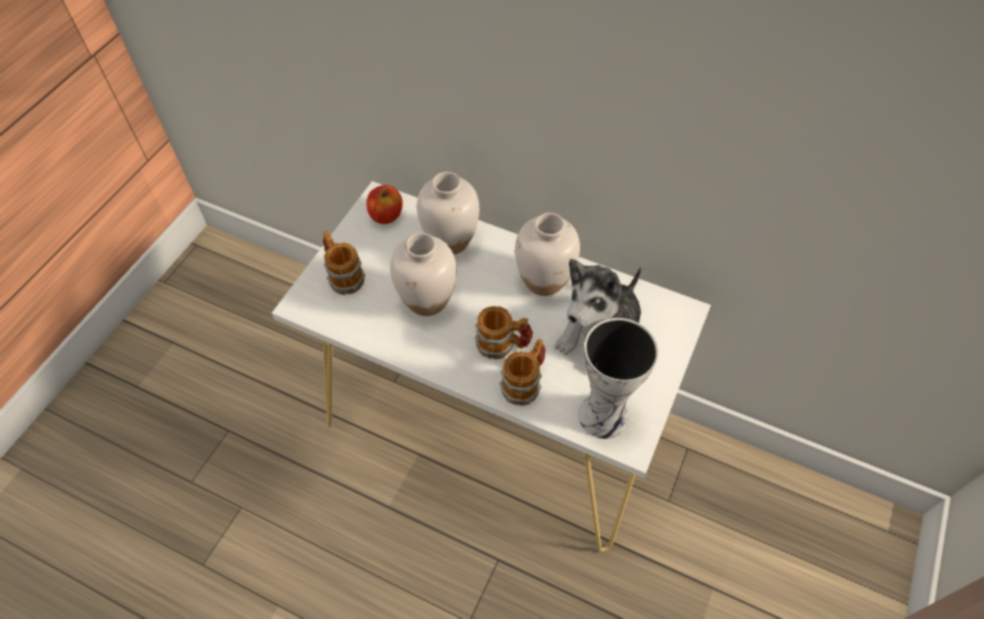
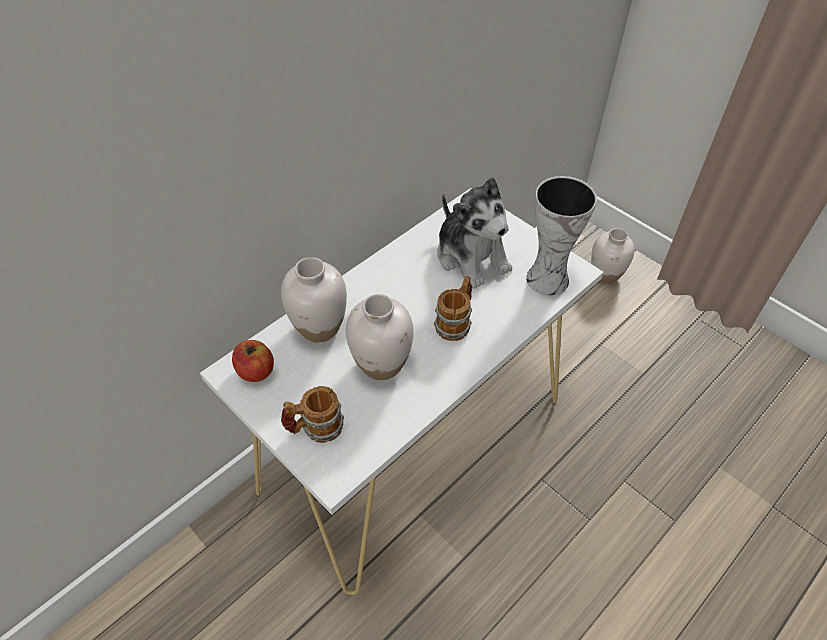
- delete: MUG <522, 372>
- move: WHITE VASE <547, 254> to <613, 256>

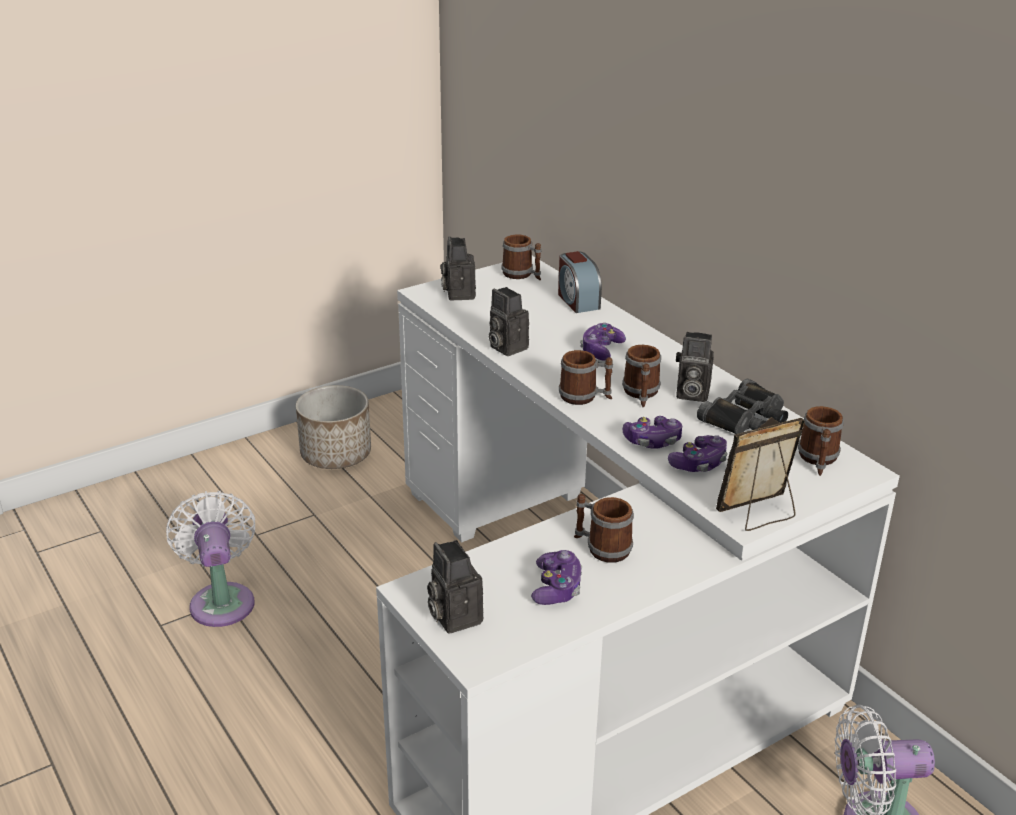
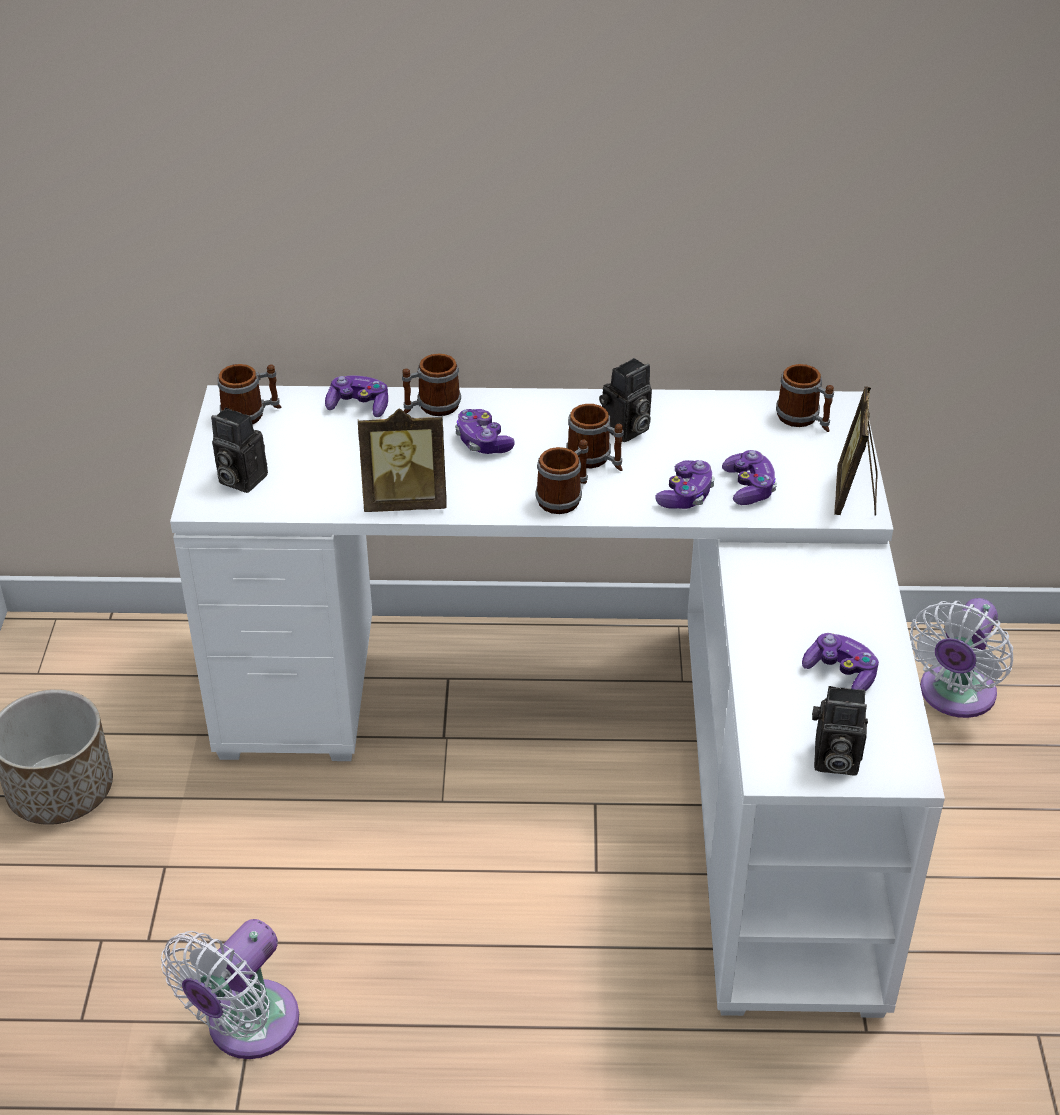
- rotate: WHITE FAN <210, 559> = <230, 989> 75 degrees counterclockwise
- replace: PHOTO CAMERA <509, 321> to PICTURE FRAME <402, 460>
- replace: ALARM CLOCK <580, 282> to GAME CONTROLLER <356, 396>
- move: MUG <604, 528> to <431, 385>
- delete: BLACK BINOCULARS <742, 406>

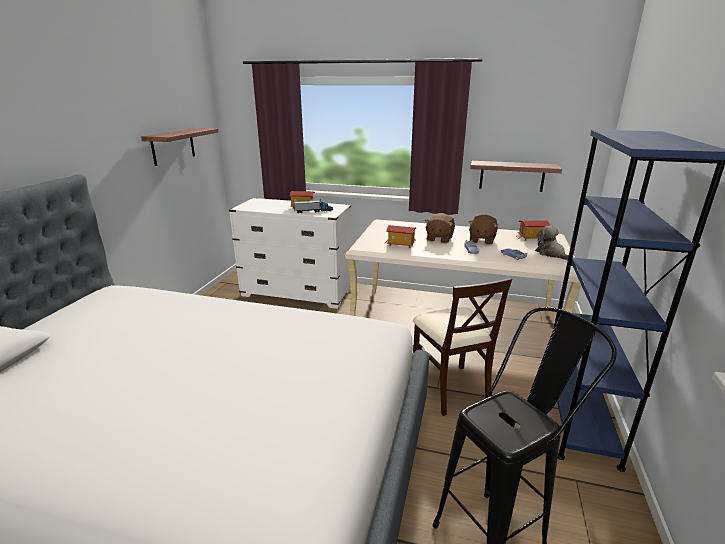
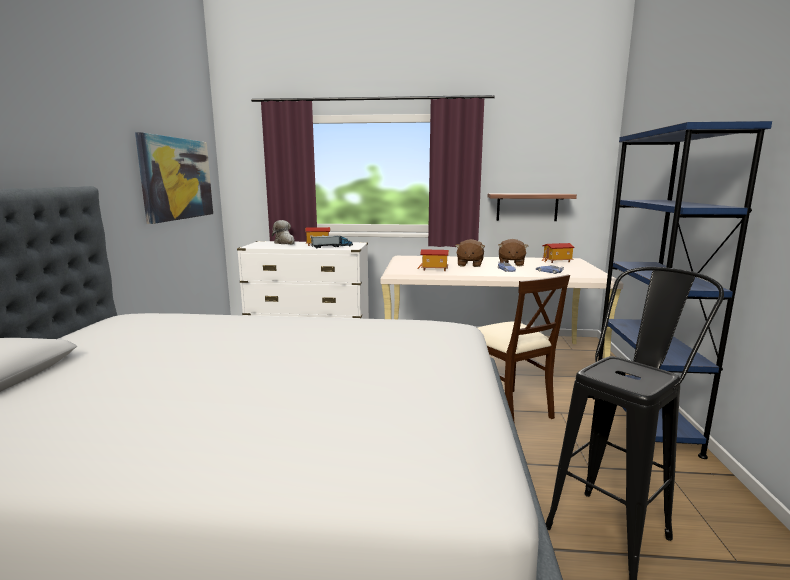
- replace: SHELF <179, 147> to PICTURE <174, 178>
- move: PLUSH TOY <552, 243> to <283, 232>

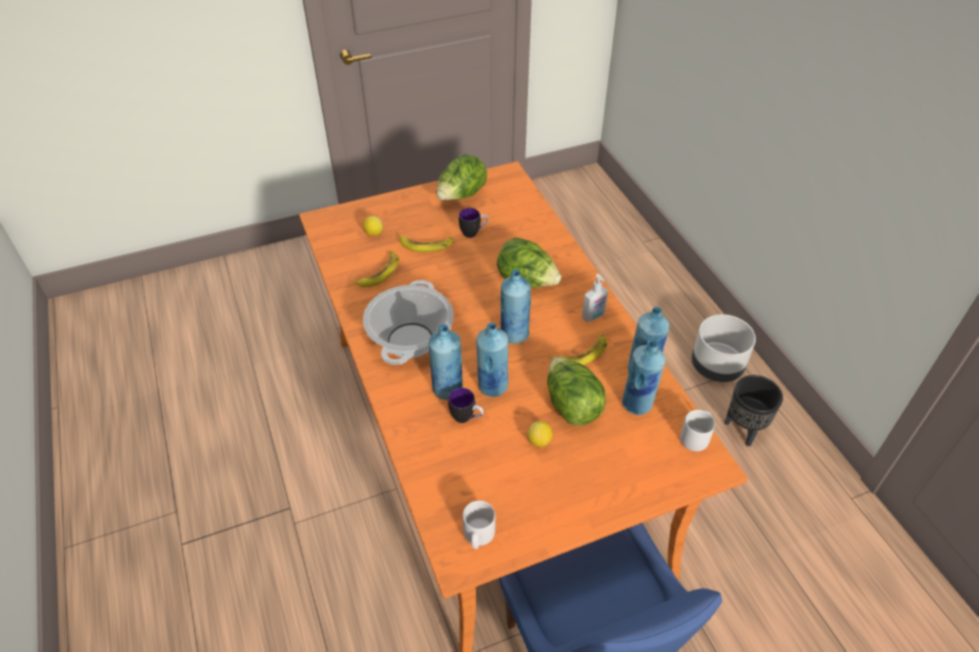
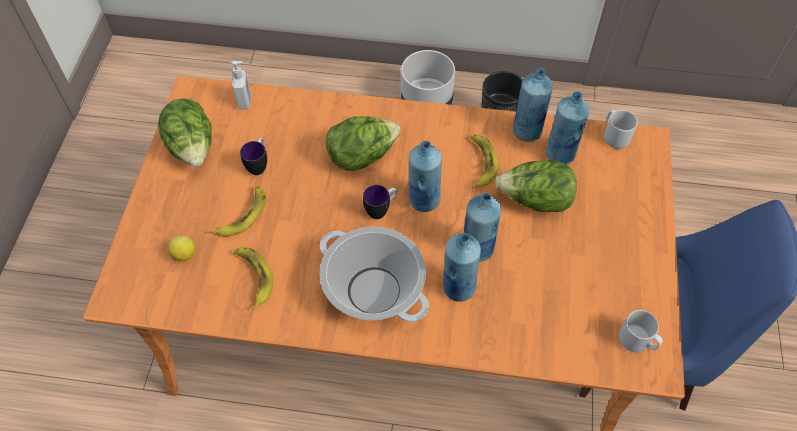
- move: MUG <466, 405> to <380, 202>
- delete: LEMON <540, 434>
- move: SOAP DISPENSER <595, 298> to <241, 85>

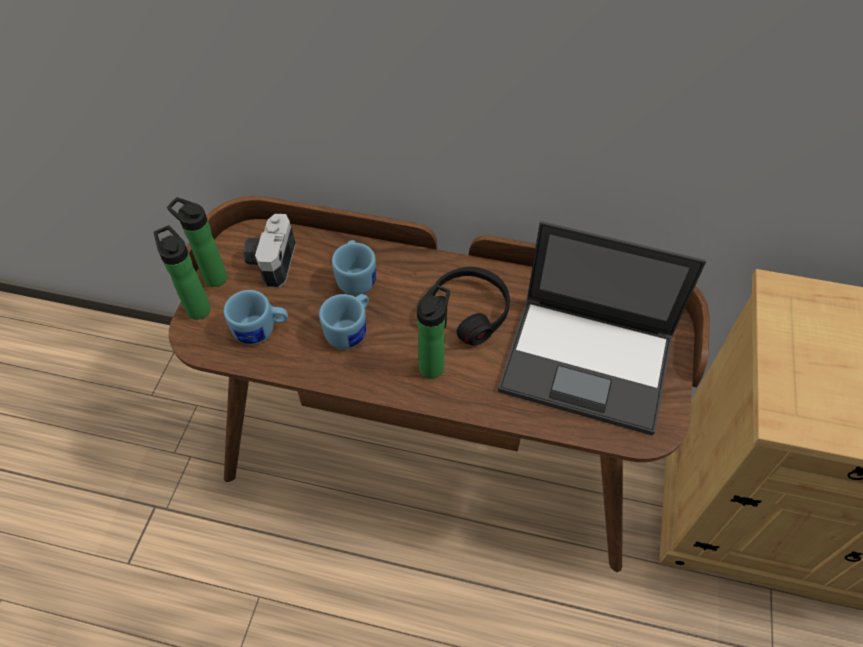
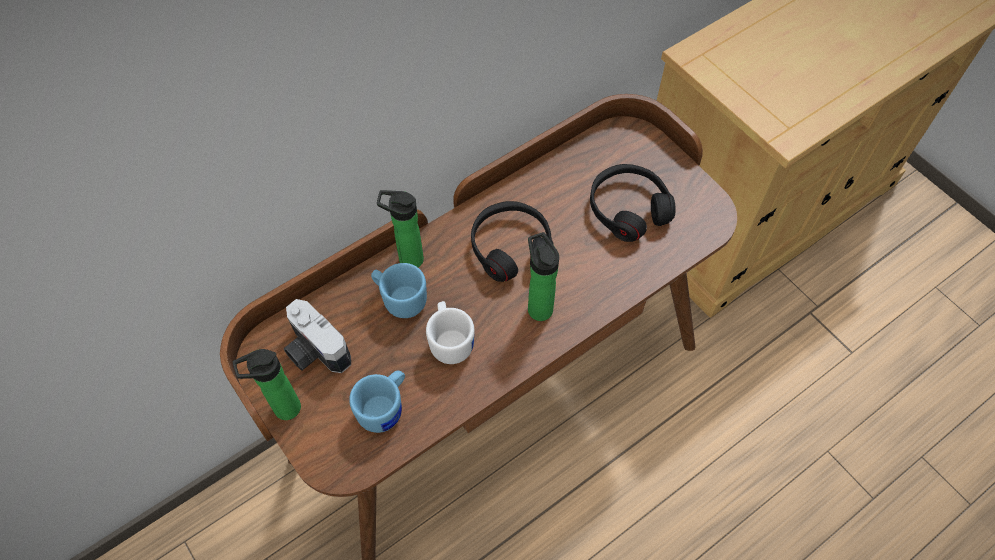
- move: BOTTLE <182, 272> to <400, 229>
- recolor: BLUE MUG <344, 321> to WHITE MUG <450, 332>
- replace: LAPTOP <602, 328> to BLACK HEADPHONES <633, 203>

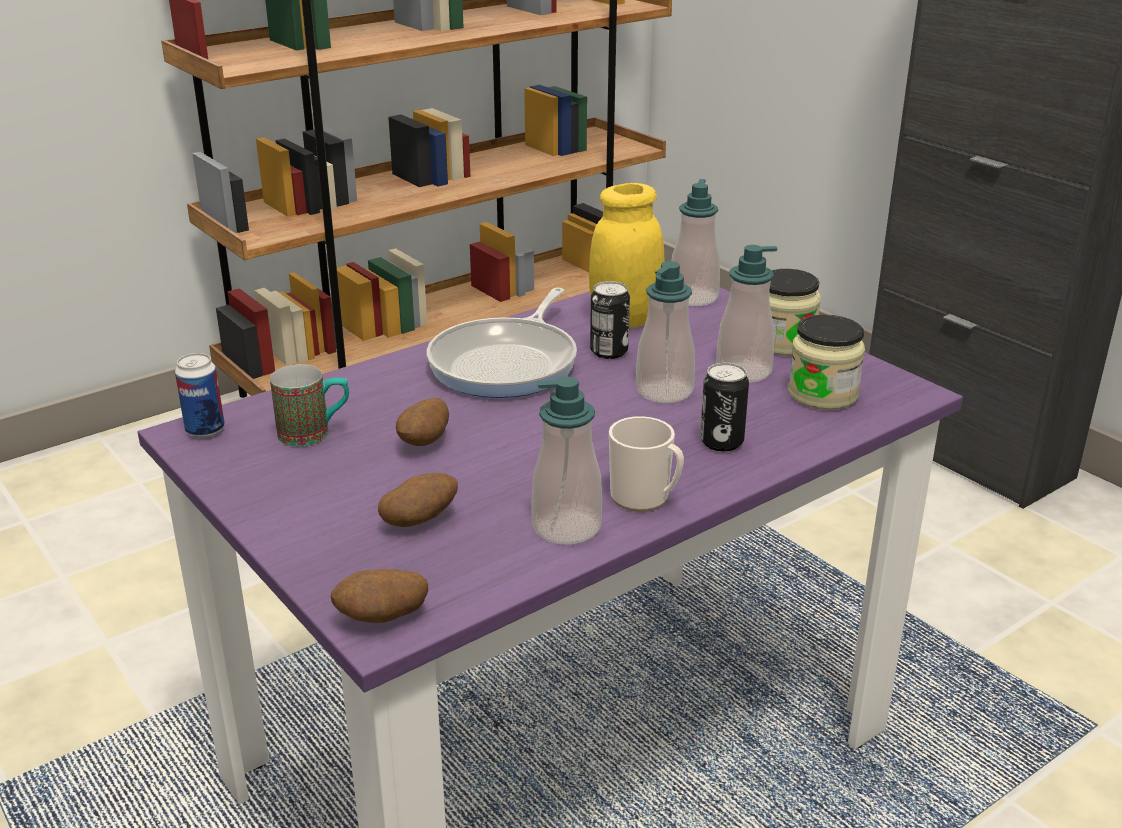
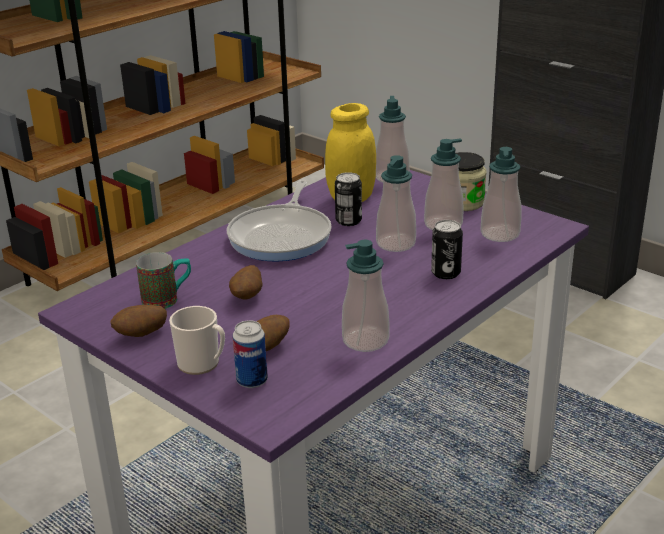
- move: CAN <200, 395> to <250, 354>
- move: POTATO <379, 596> to <138, 321>
- move: MUG <646, 464> to <197, 340>
- replace: JAR <826, 362> to SOAP DISPENSER <500, 194>

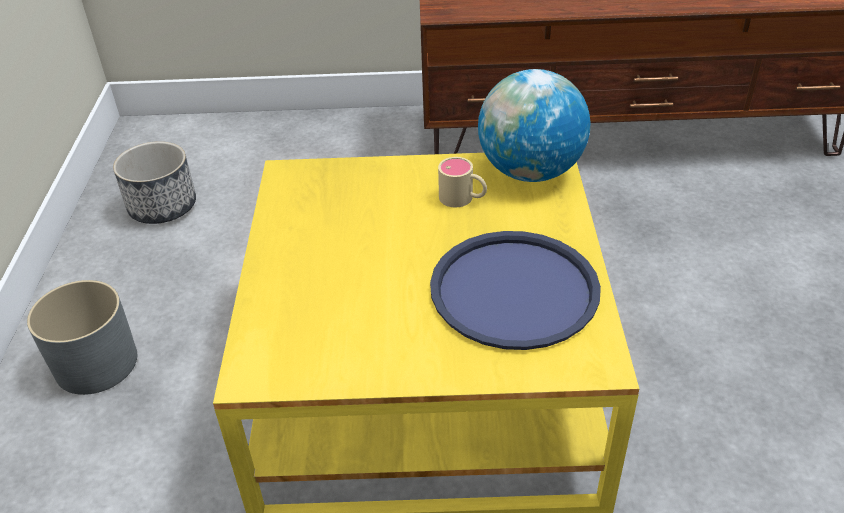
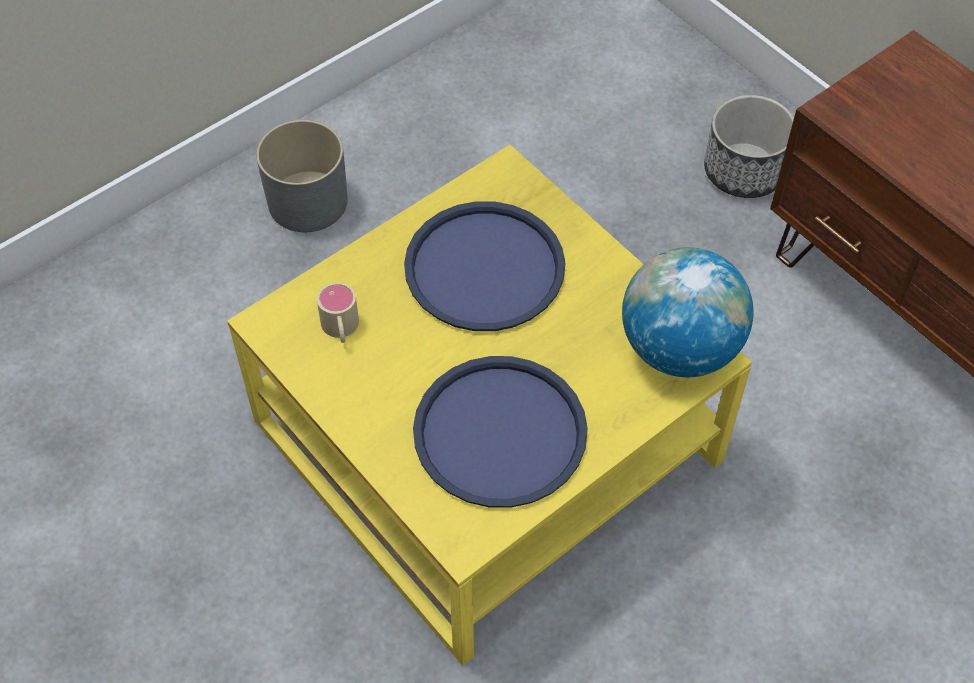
- move: PLANTER <154, 182> to <749, 146>
- move: BEIGE MUG <462, 182> to <338, 312>
- insert: BLUE TRAY <484, 266>

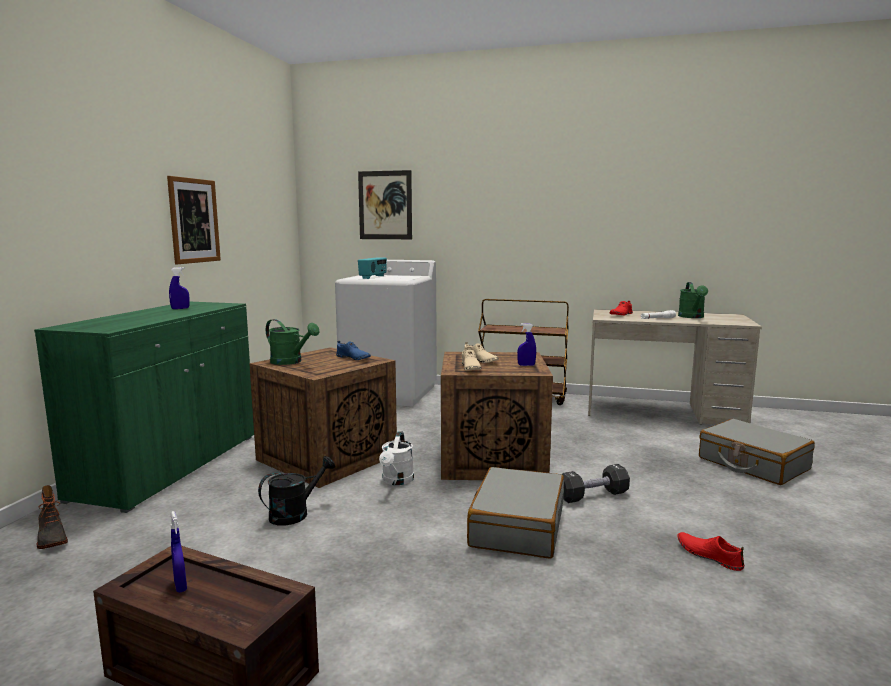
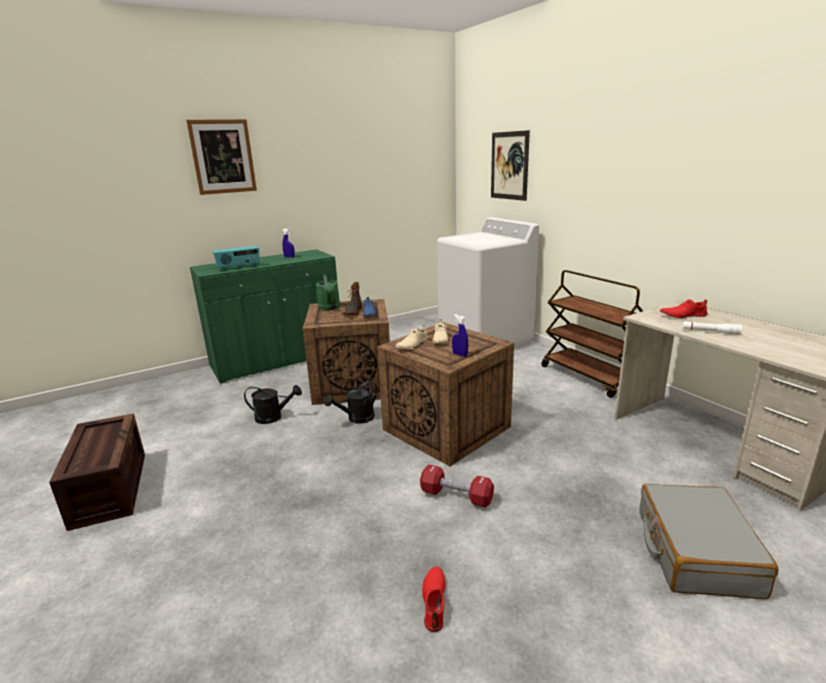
- move: BOOT <52, 517> to <352, 298>
- move: PICTURE <194, 220> to <221, 157>
- delete: BLUE SPRAY BOTTLE <178, 551>
- move: RADIO <372, 268> to <236, 258>
- recolor: WHITE WATERING CAN <396, 458> to BLACK WATERING CAN <350, 402>
- delete: GREY SUITCASE <515, 513>
- recolor: BLACK DUMBBELL <596, 483> to RED DUMBBELL <457, 486>
- delete: GREEN WATERING CAN <693, 300>

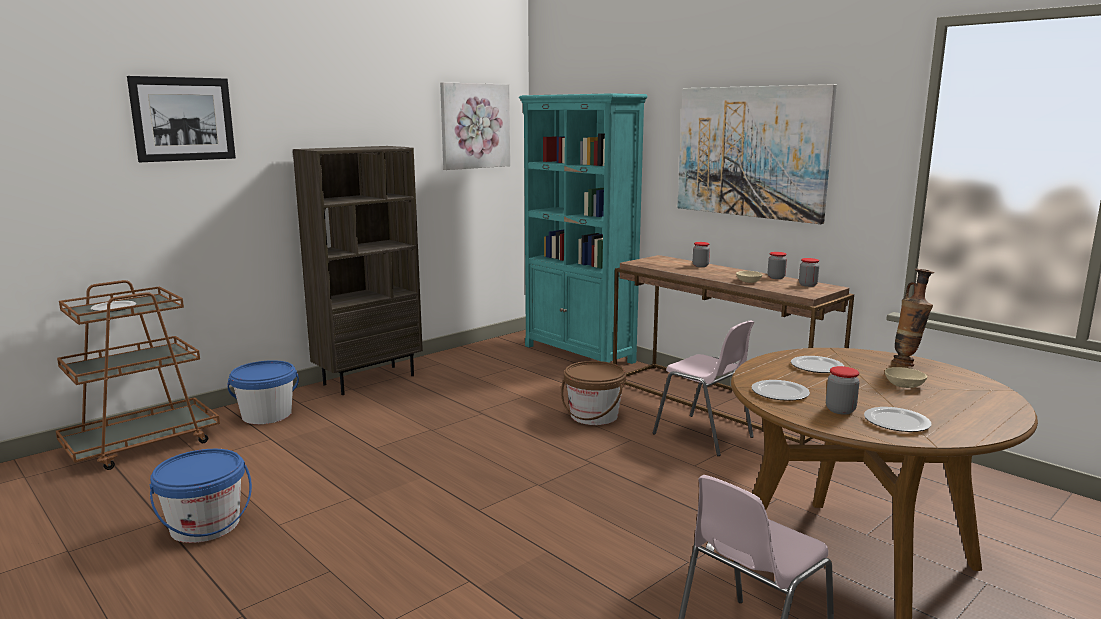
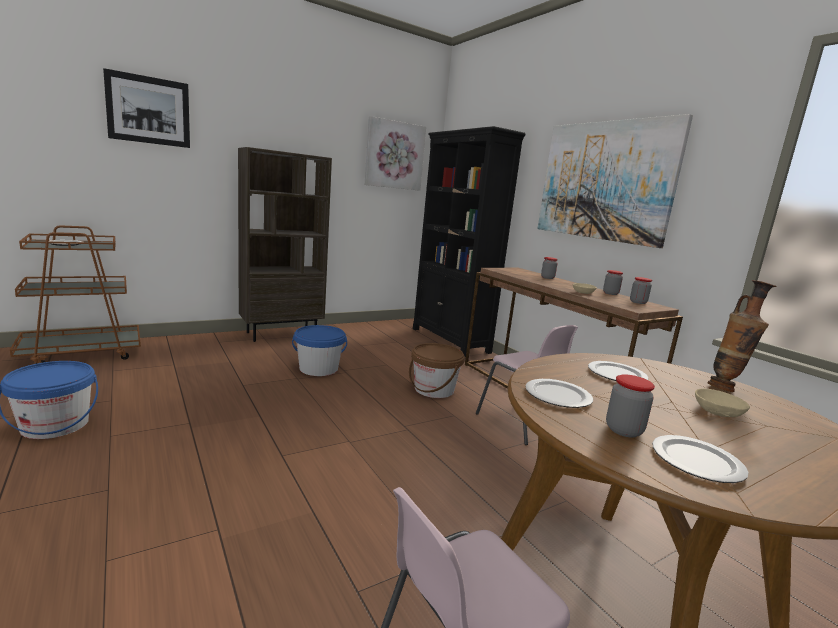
- move: BLUE BUCKET <263, 392> to <319, 350>
- recolor: TURQUOISE BOOKCASE <583, 228> to BLACK BOOKCASE <469, 241>

